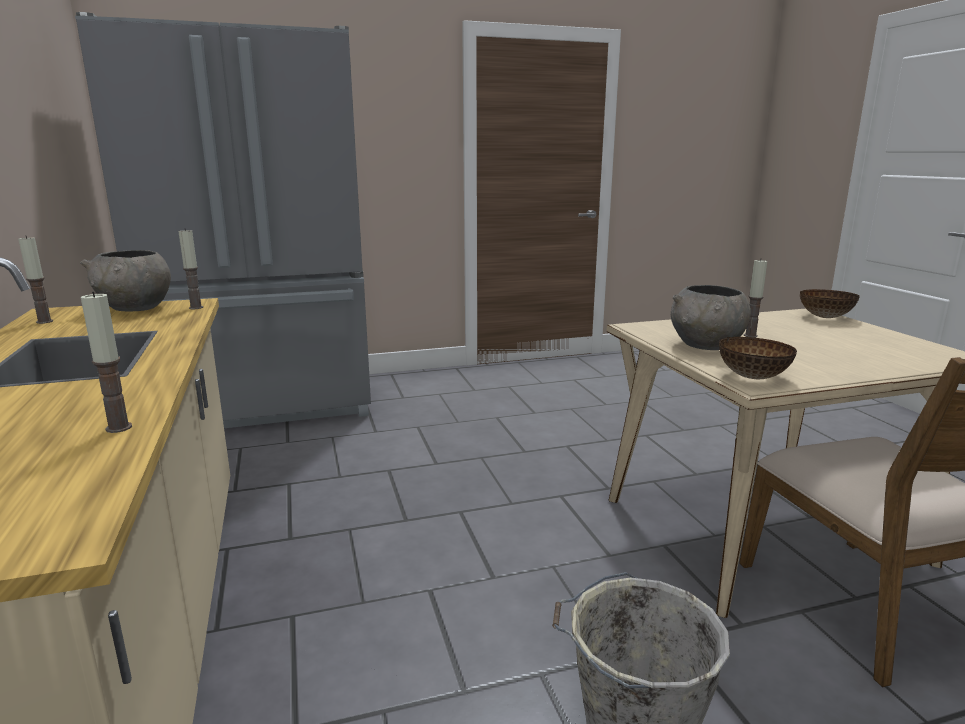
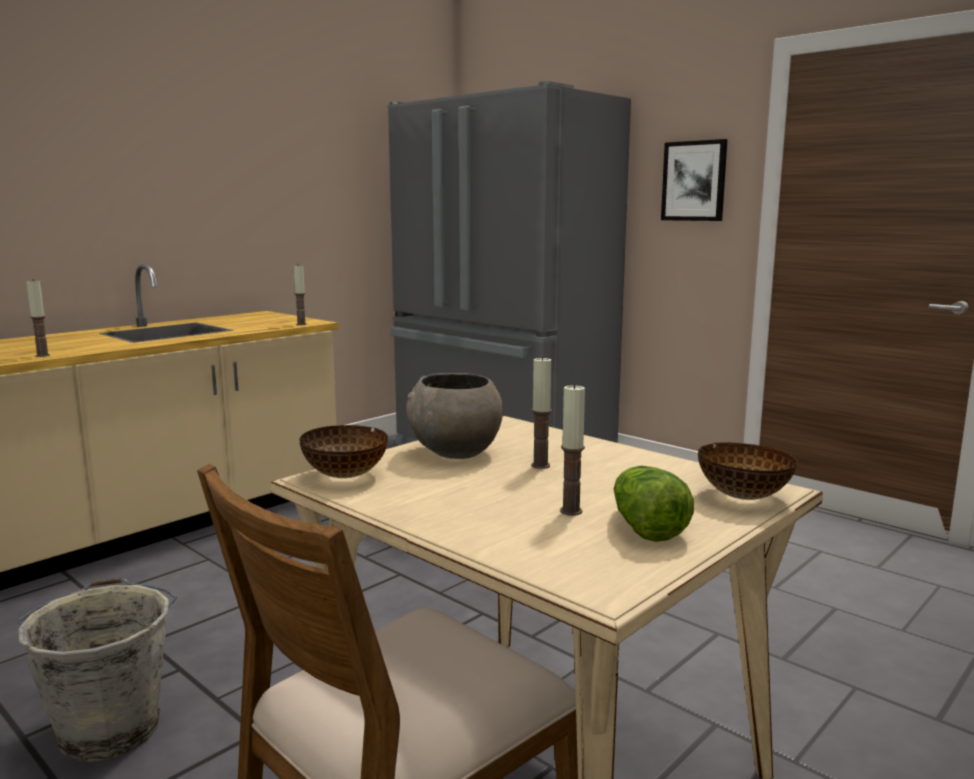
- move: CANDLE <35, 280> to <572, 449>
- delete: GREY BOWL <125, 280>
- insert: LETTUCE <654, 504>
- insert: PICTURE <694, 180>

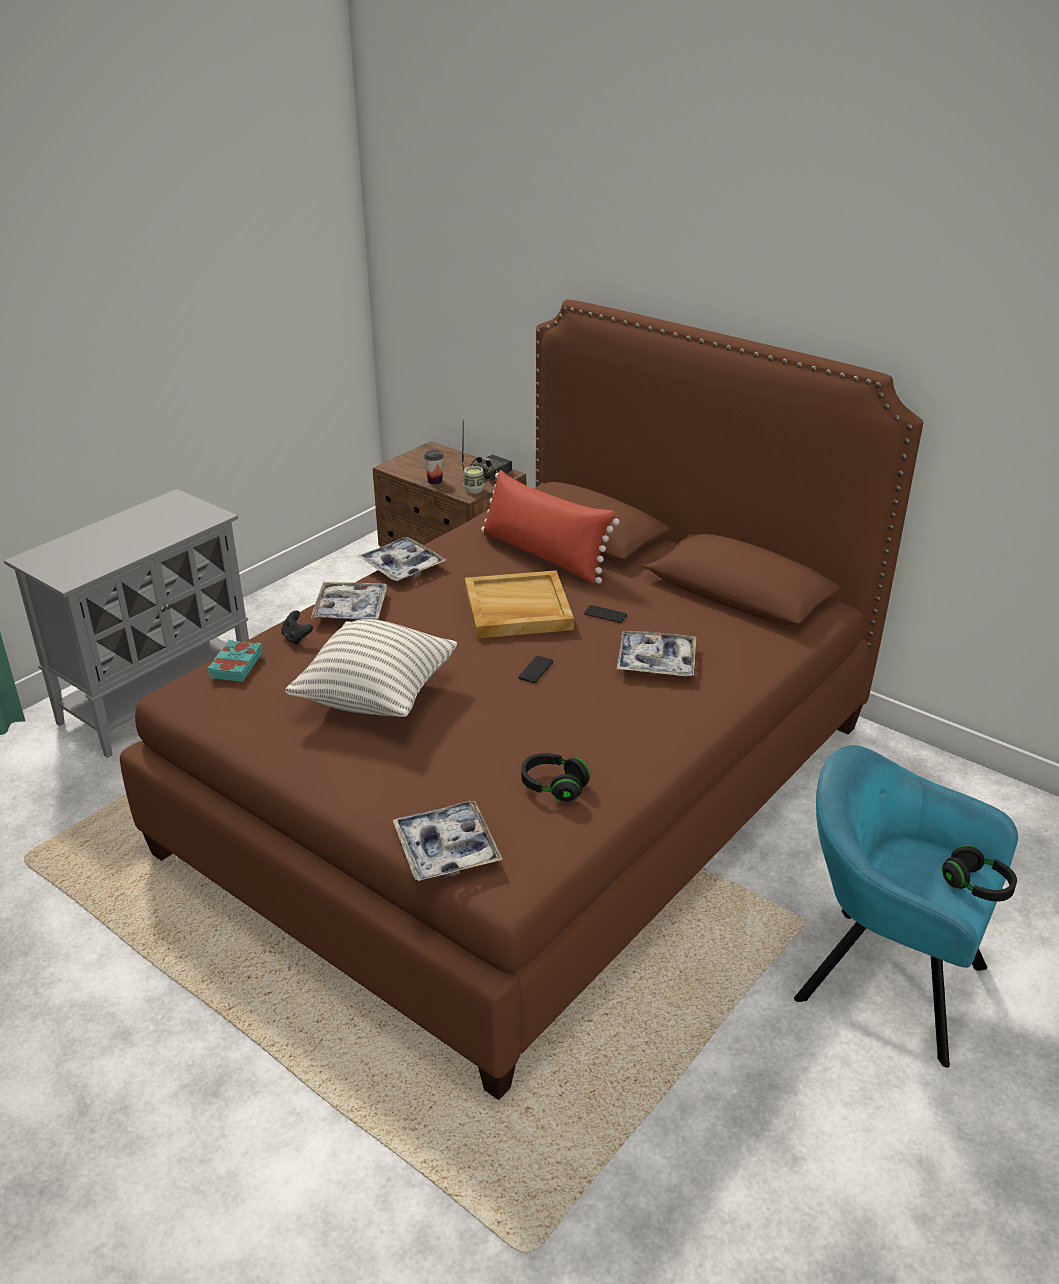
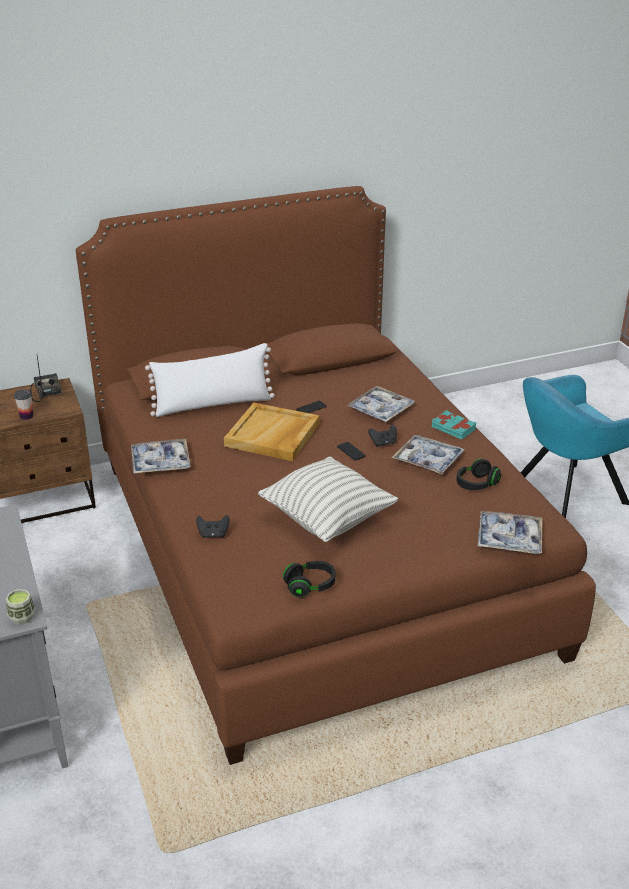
- move: TURQUOISE BOOK <235, 661> to <454, 424>
- move: TRAY <349, 601> to <428, 454>
- move: CUP <474, 480> to <20, 607>
- recolor: RED PILLOW <550, 527> to WHITE PILLOW <210, 380>
- move: BLACK HEADPHONES <979, 873> to <309, 579>
- insert: BLACK GAME CONTROLLER <382, 436>

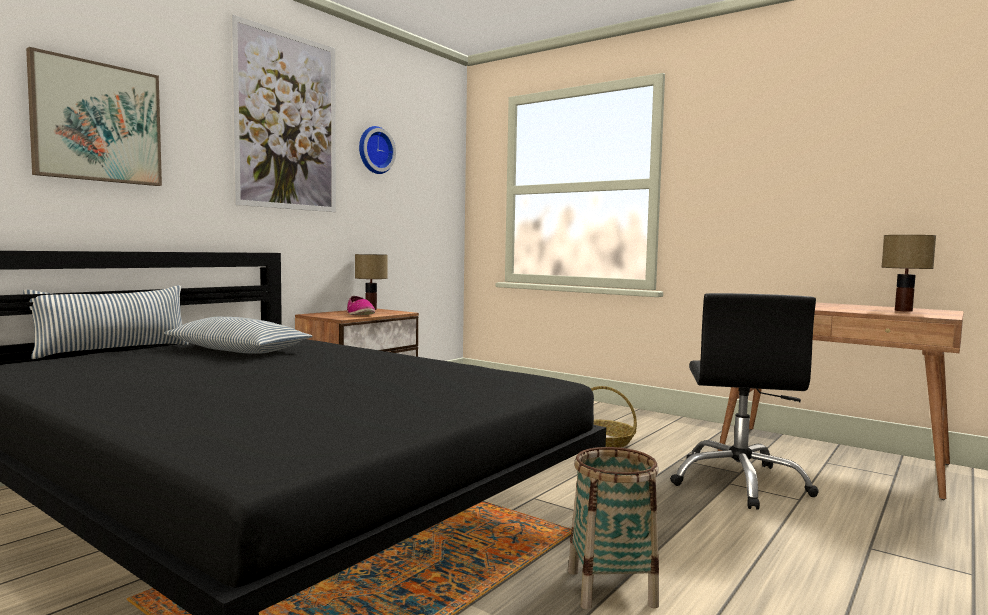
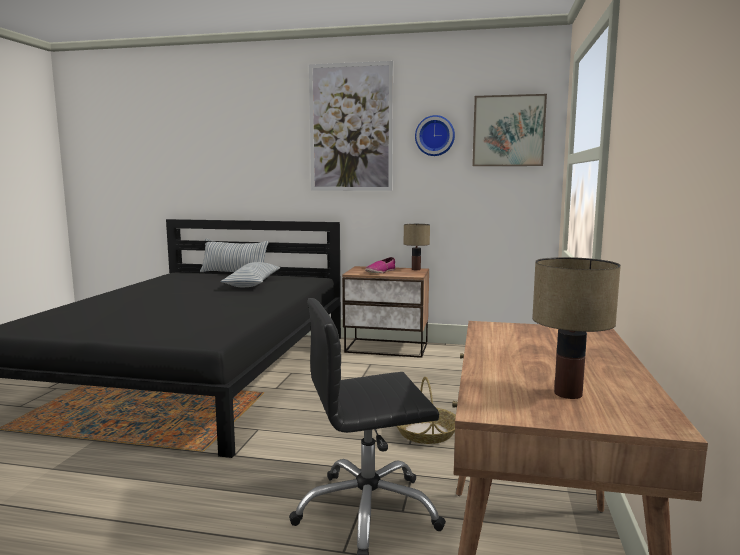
- move: PICTURE <94, 116> to <509, 130>
- delete: BASKET <613, 528>

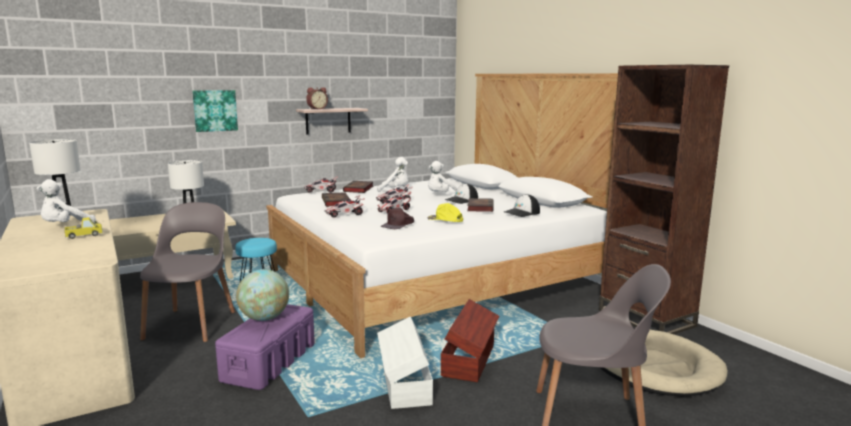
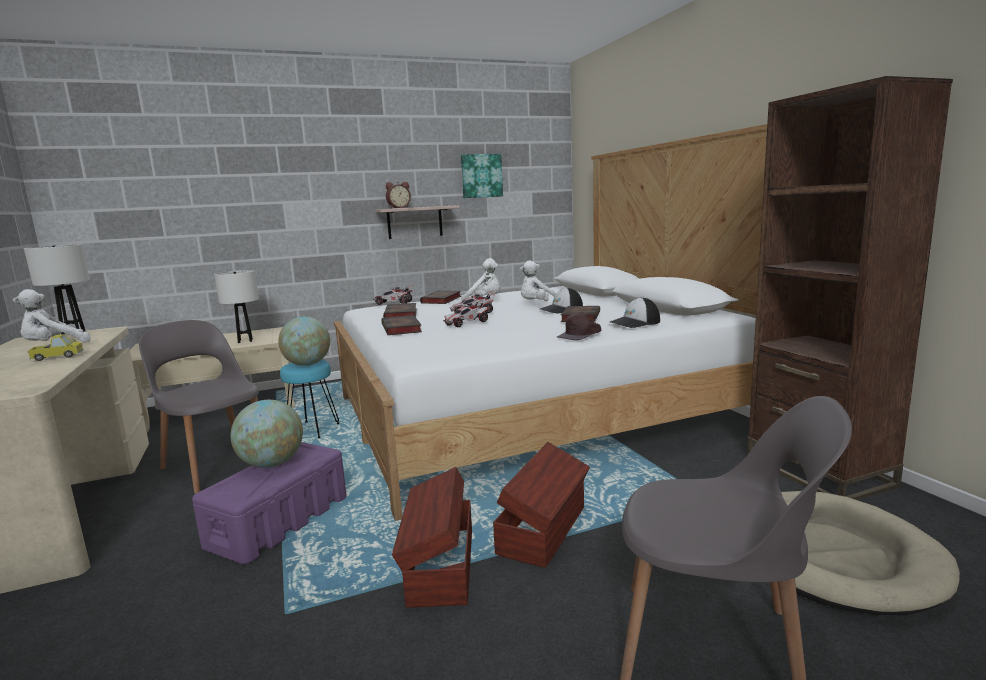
- rotate: GREY CHAIR <187, 272> = <199, 407> 60 degrees counterclockwise
- move: PICTURE <215, 111> to <482, 176>
- replace: TOY CAR <344, 206> to BOOK <401, 325>
- recolor: WHITE STORAGE BOX <405, 362> to BROWN STORAGE BOX <432, 537>
- move: BROWN CAP <397, 218> to <579, 325>
- delete: YELLOW CAP <445, 212>
- insert: GLOBE <304, 341>

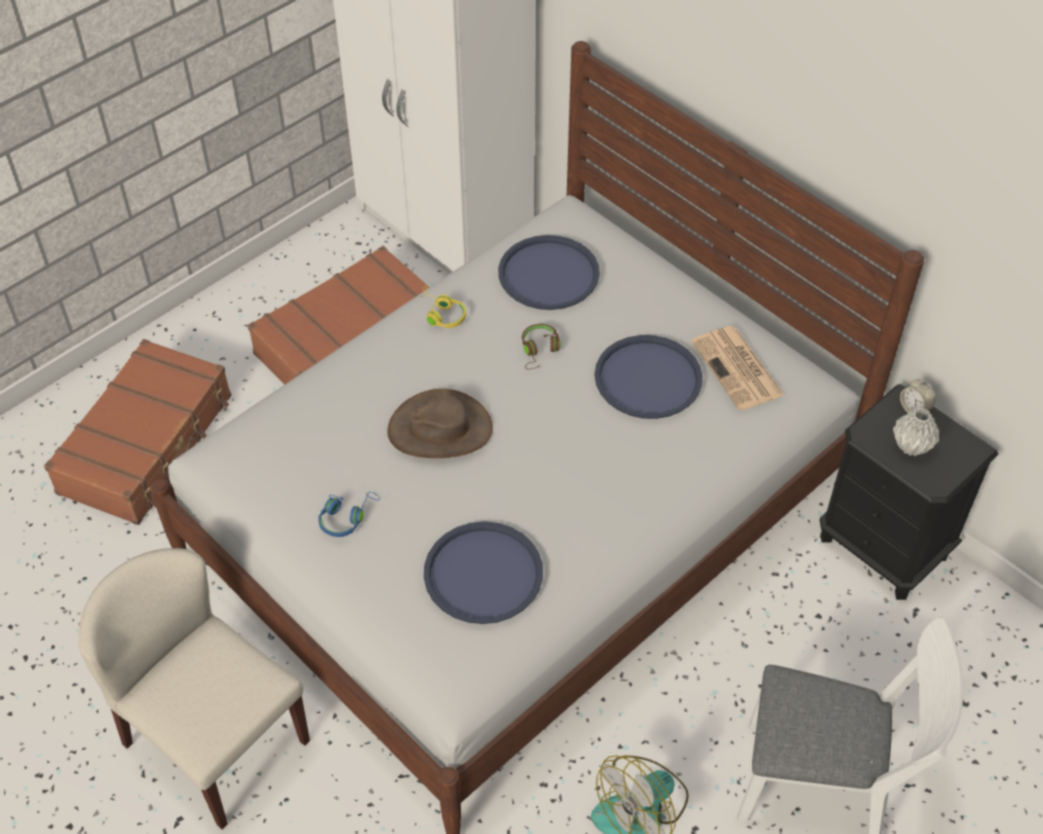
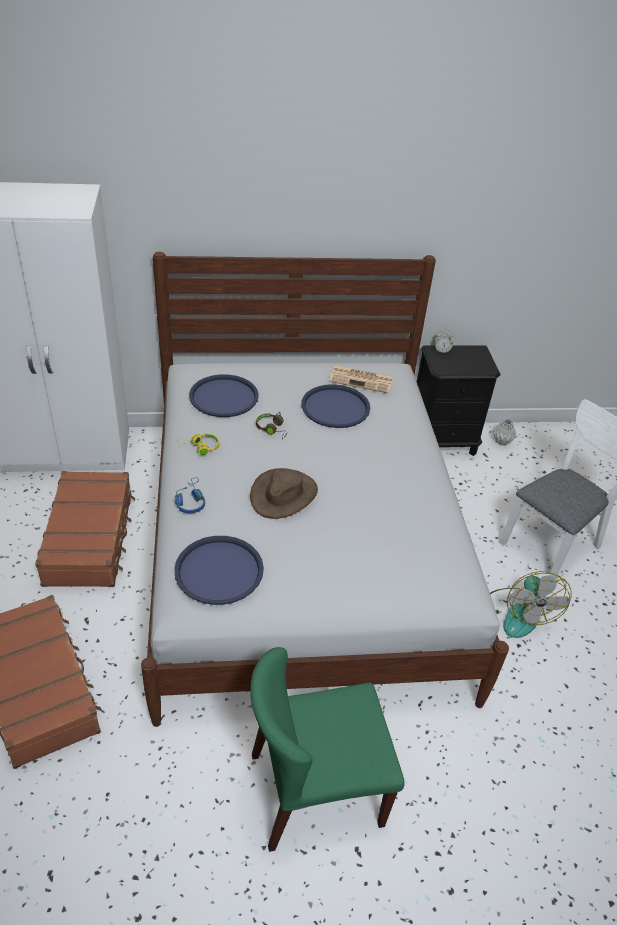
- recolor: BEIGE CHAIR <194, 689> to GREEN CHAIR <327, 749>
- move: BLUE HEADPHONES <349, 514> to <190, 495>
- move: BLUE TRAY <483, 572> to <219, 570>
- move: GREY VASE <916, 432> to <504, 432>

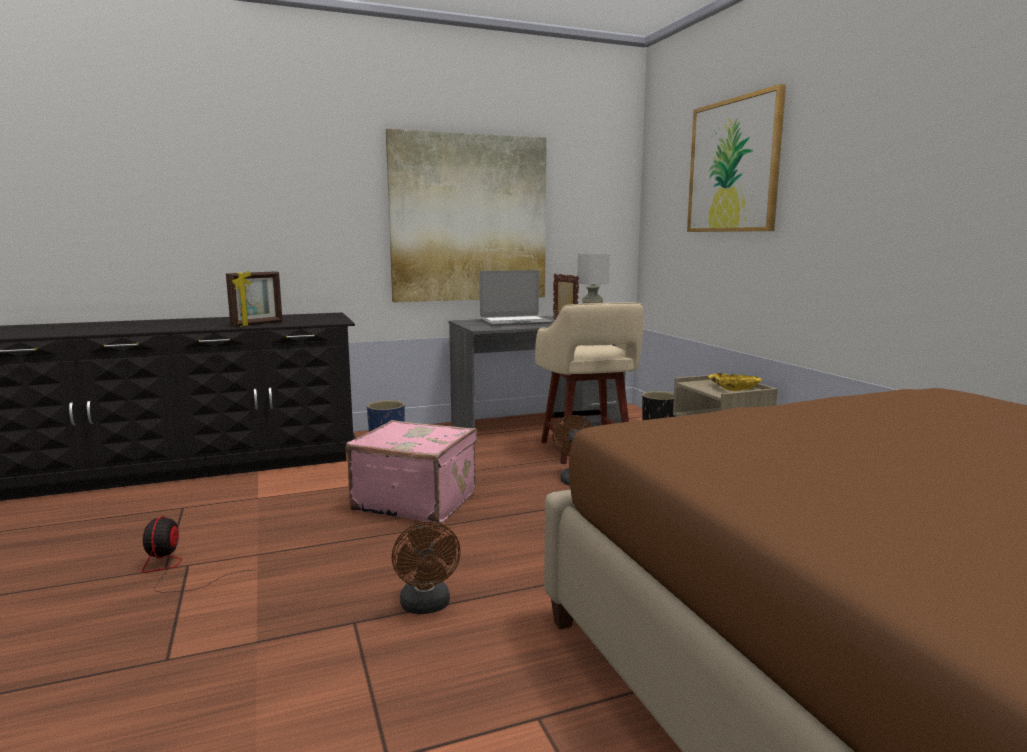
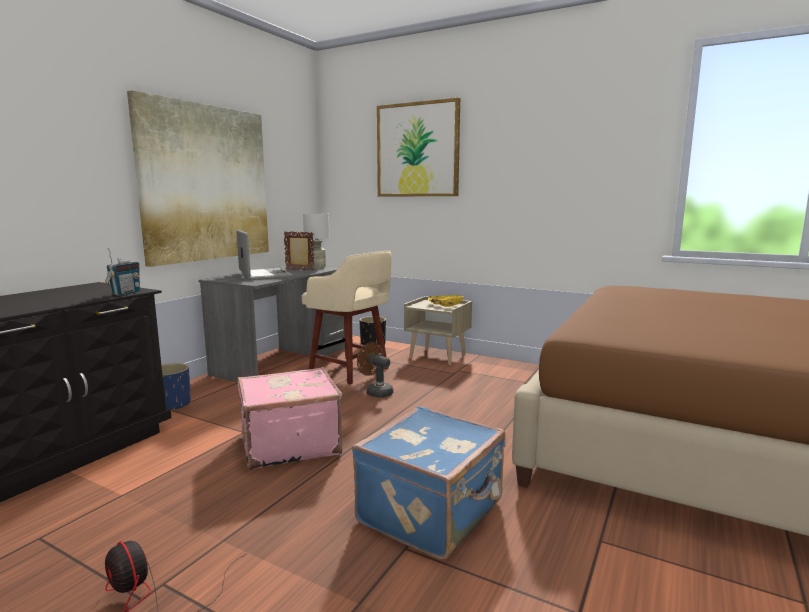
- delete: PICTURE FRAME <254, 299>
- replace: BROWN FAN <426, 567> to BLUE SUITCASE <429, 483>
- rotate: LAPTOP <516, 298> = <265, 255> 60 degrees counterclockwise
- insert: RADIO <122, 271>

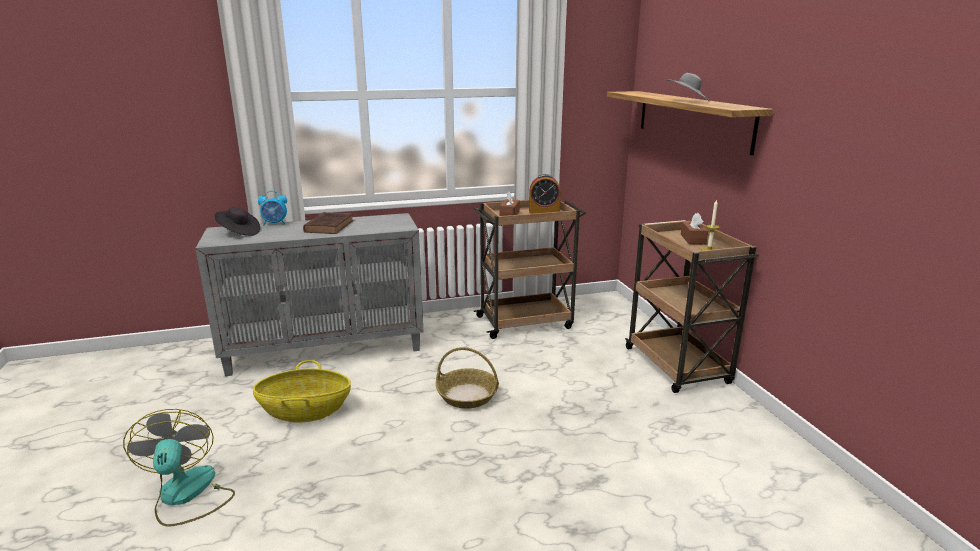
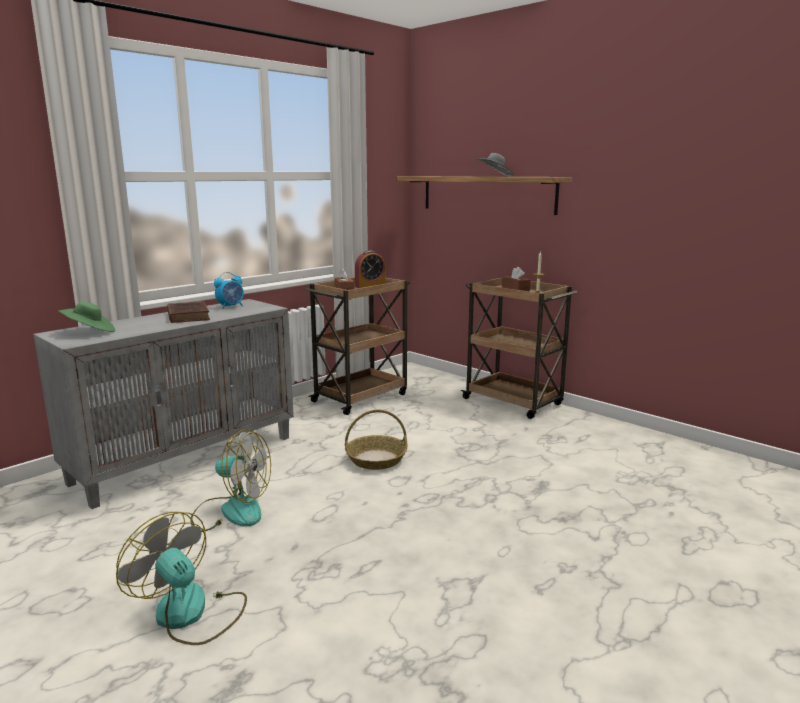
- recolor: BLACK HAT <237, 221> to GREEN HAT <86, 317>
- replace: BASKET <302, 391> to FAN <230, 480>
- move: ALARM CLOCK <272, 208> to <229, 290>

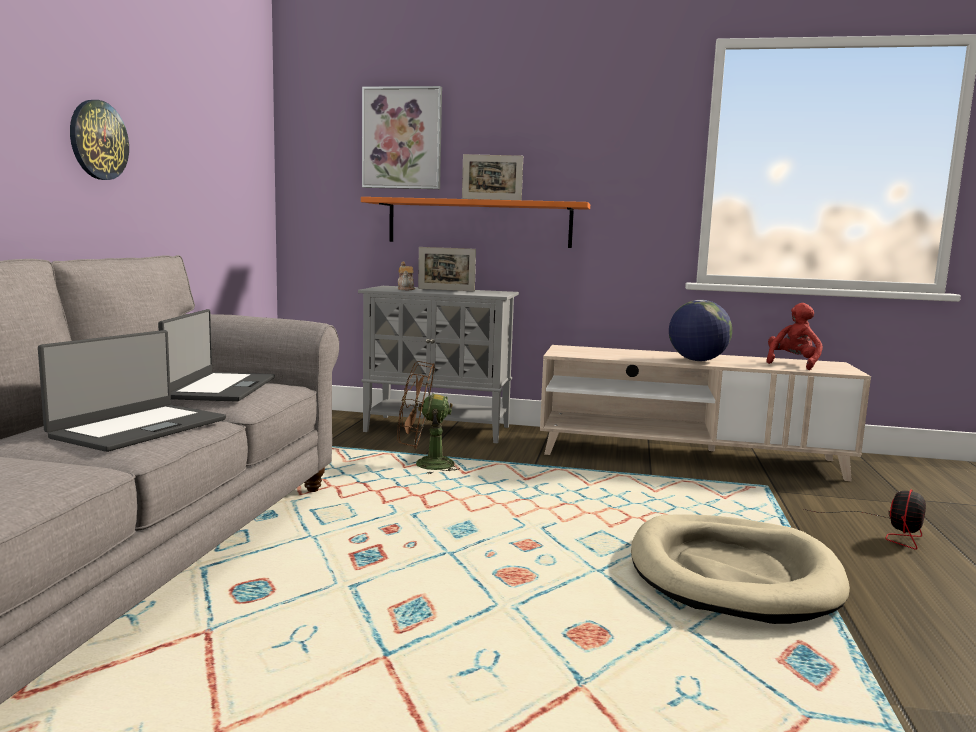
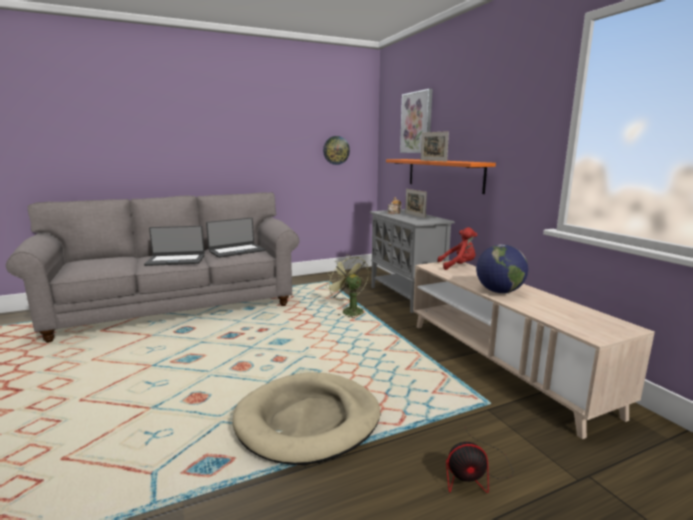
- move: WALL CLOCK <99, 140> to <336, 150>
- recolor: BROWN FAN <428, 417> to GREEN FAN <347, 286>
- move: RED PLUSH TOY <794, 336> to <457, 248>

